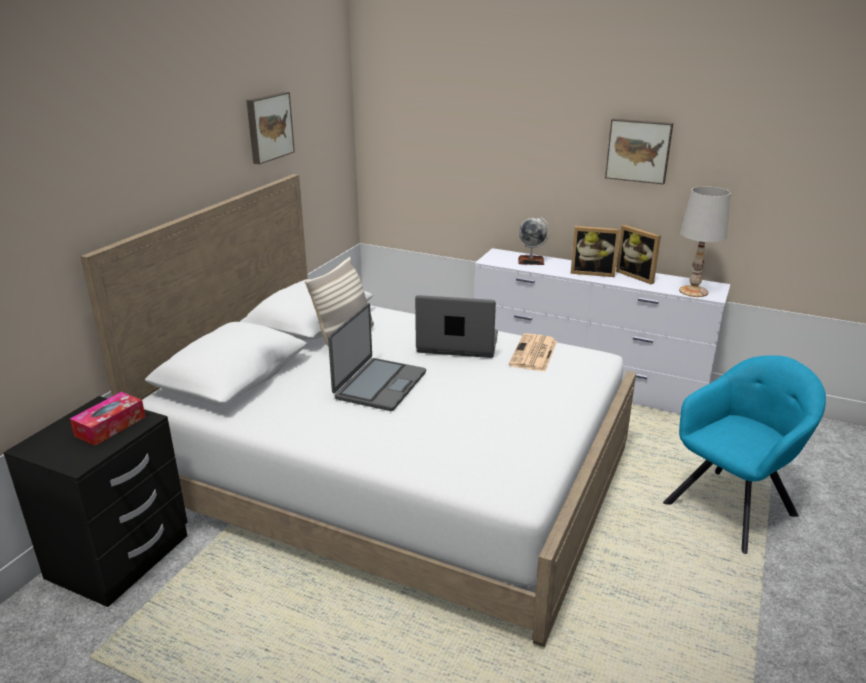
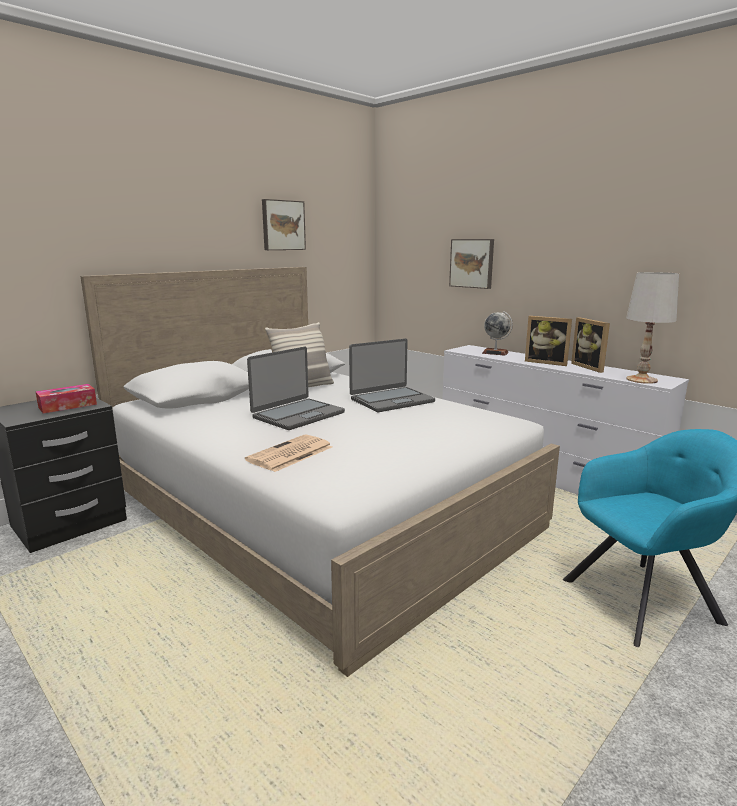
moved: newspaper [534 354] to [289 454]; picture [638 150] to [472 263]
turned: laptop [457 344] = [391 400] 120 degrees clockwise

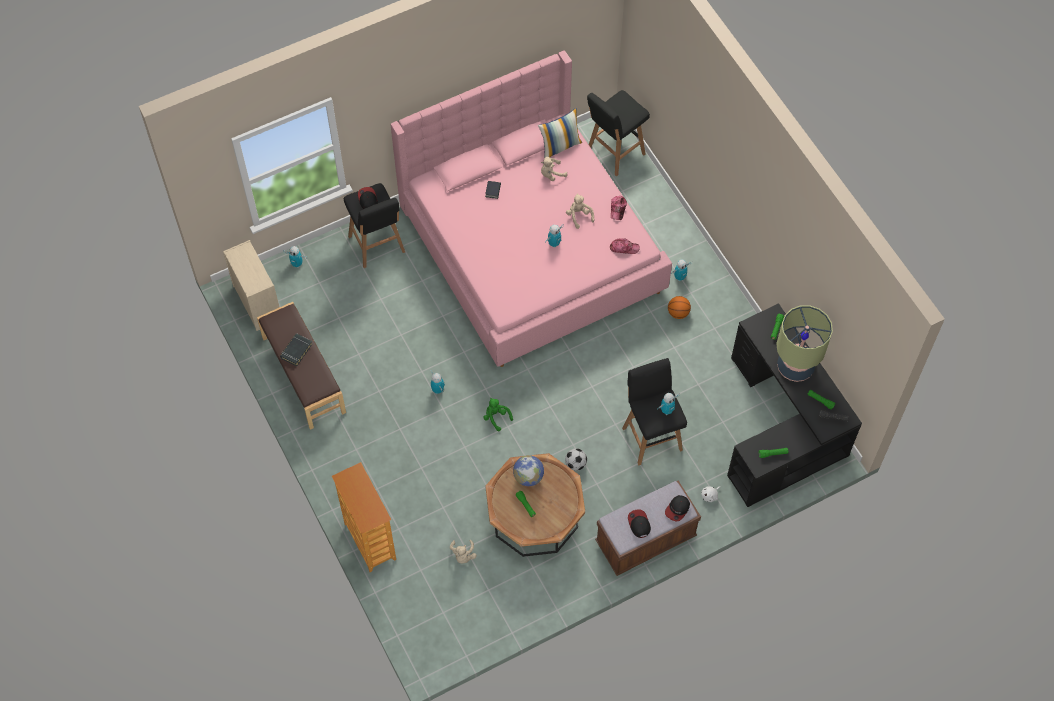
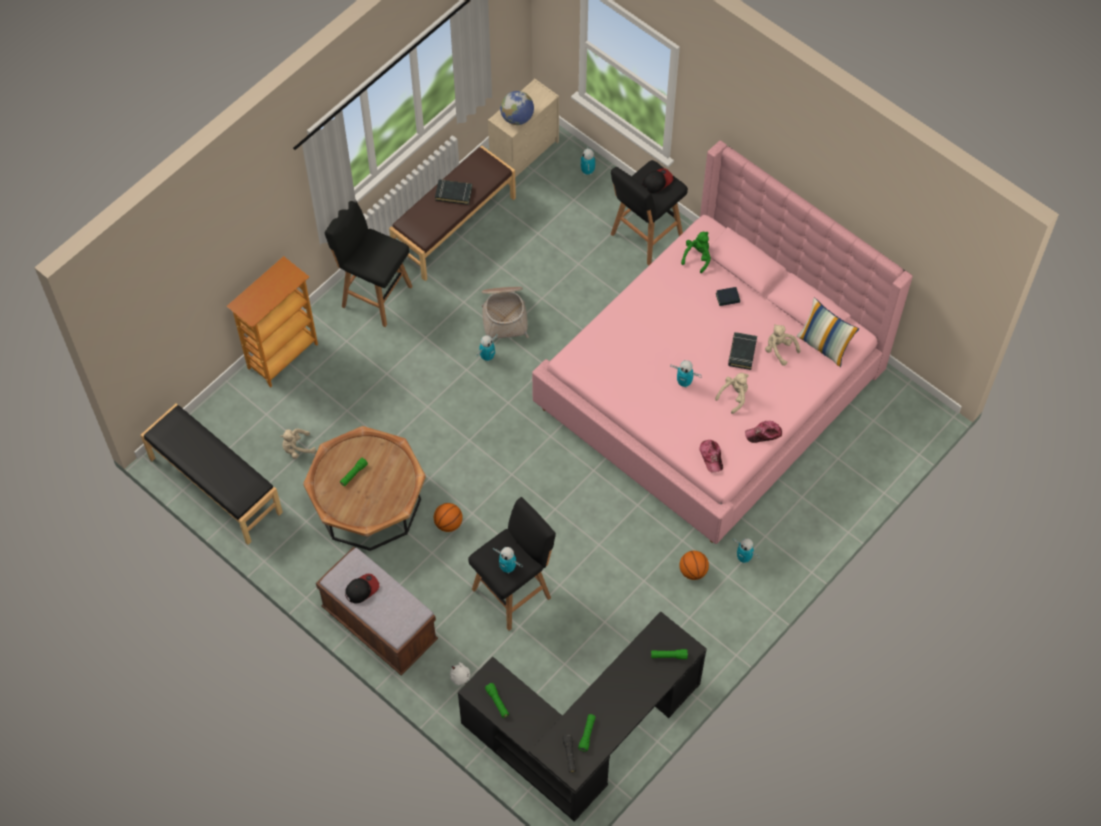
removed: cap [677 509]; table lamp [795 366]
added: bench/black [215 486]; basket [504 315]; book/black [742 352]
moved: stool/black [614 153] to [374 295]; globe [528 477] to [517 118]; plush toy/green [496 417] to [697 257]
replaced: football [575 464] to basketball [448 523]

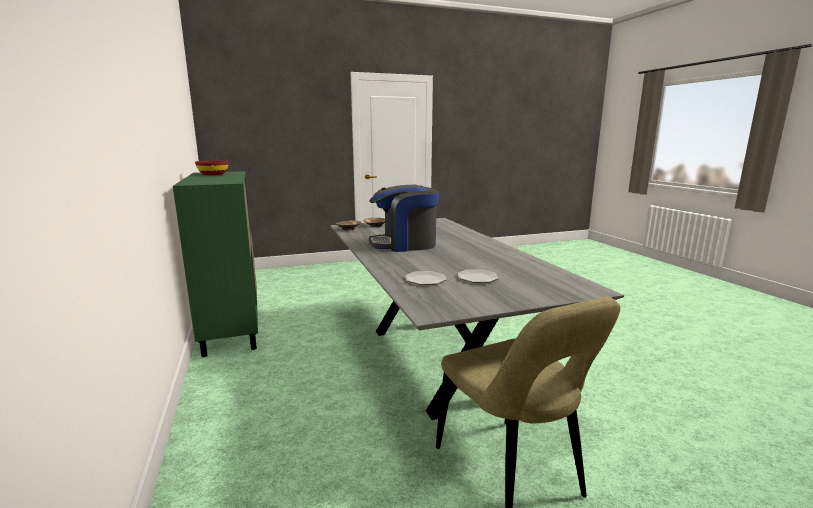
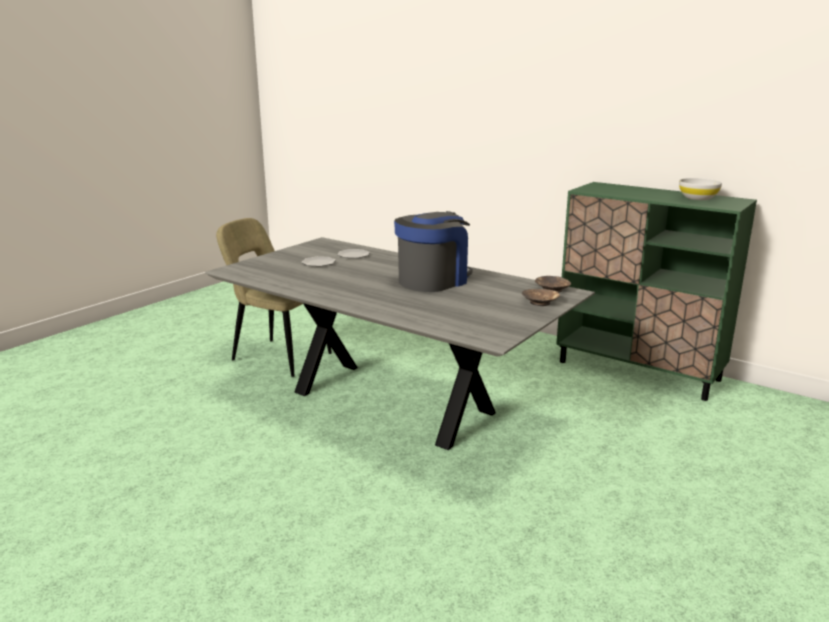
recoloured: bowl/red [213 174] to bowl/white [698 198]

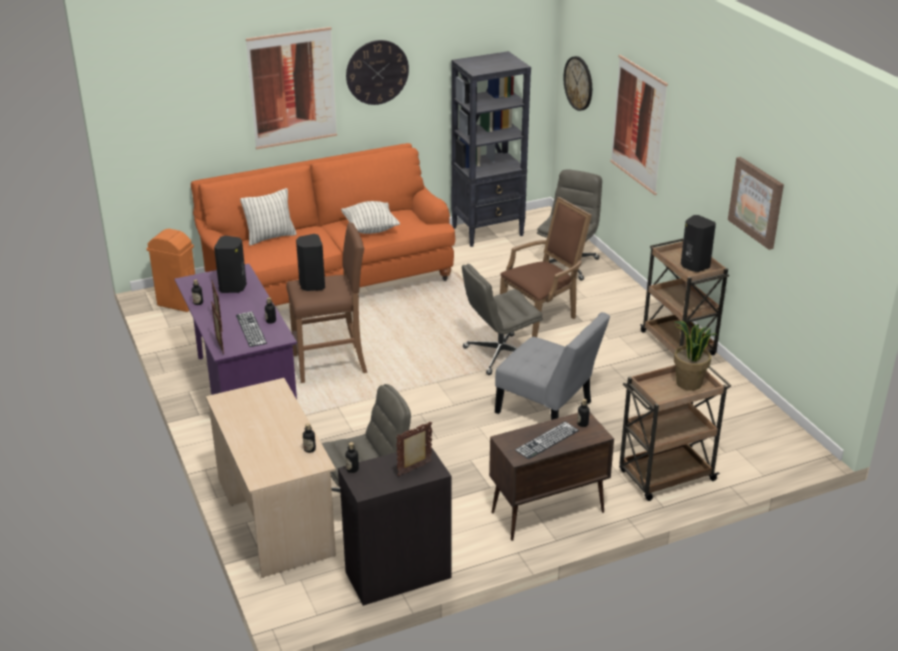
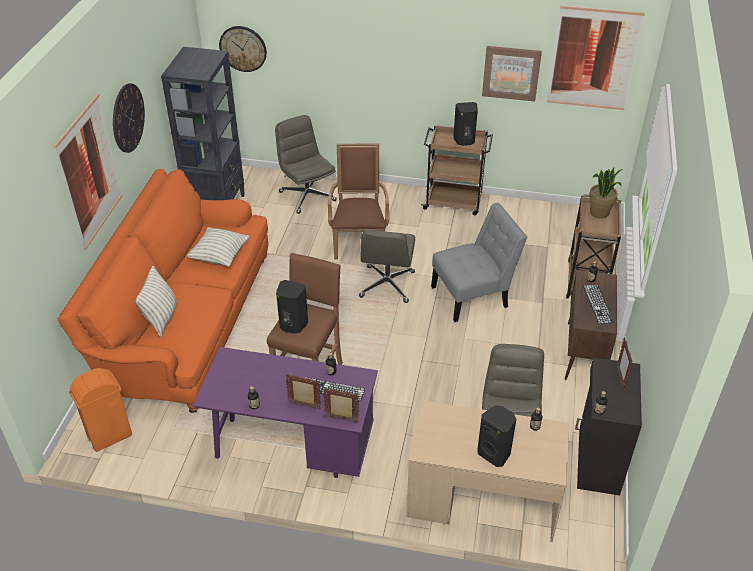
moved: speaker/black [233 287] to [495 453]; picture [638 124] to [593 58]

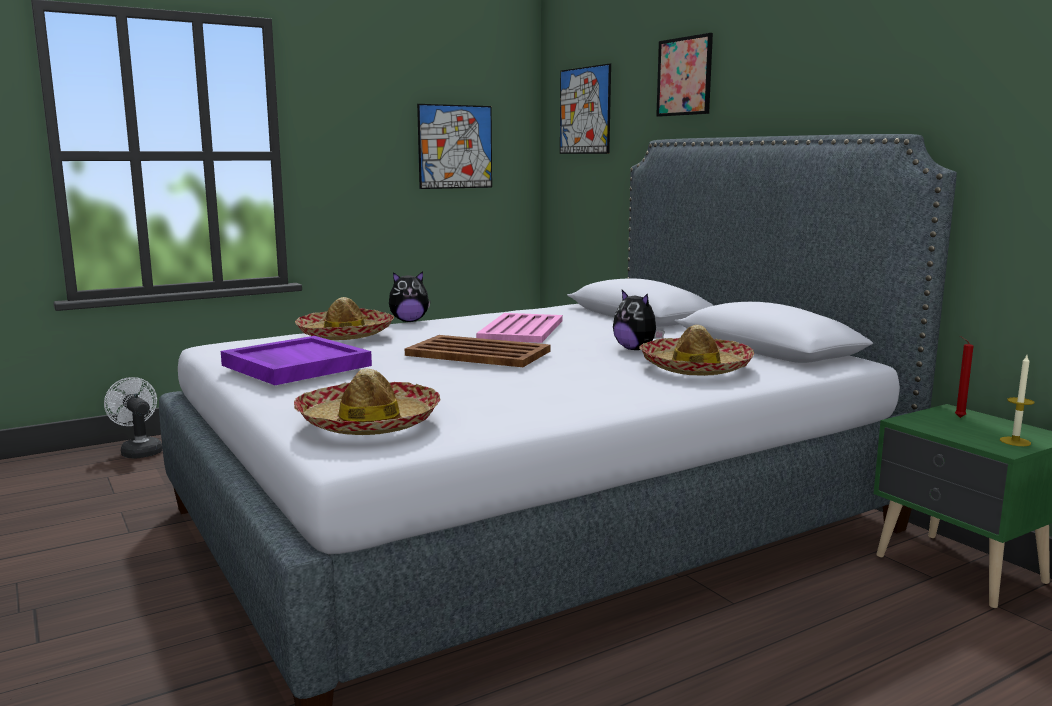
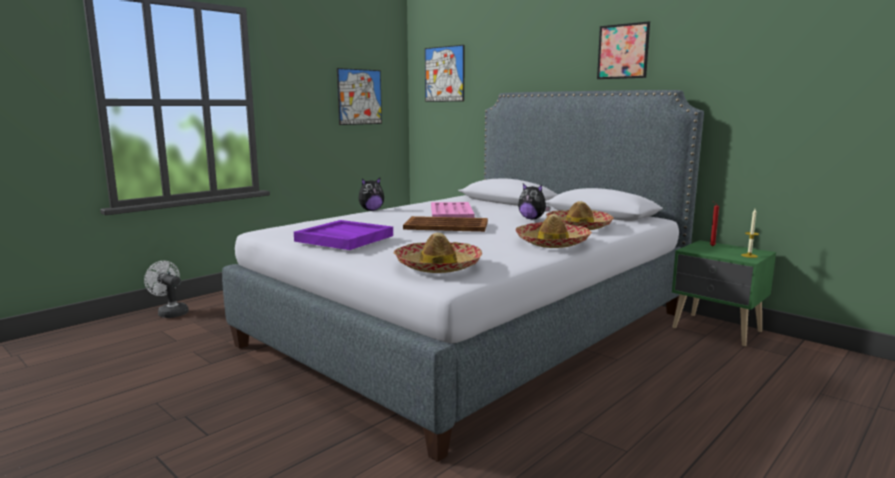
moved: hat [345 335] to [552 243]; picture [684 76] to [623 51]

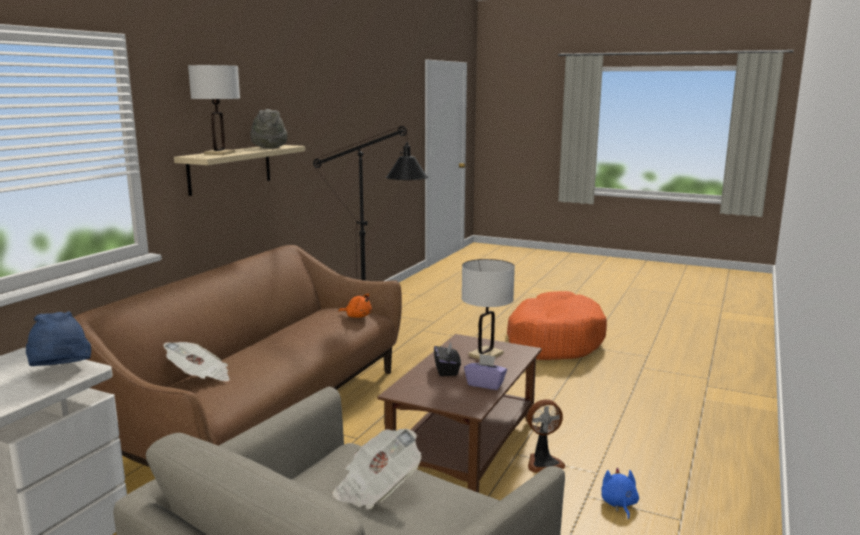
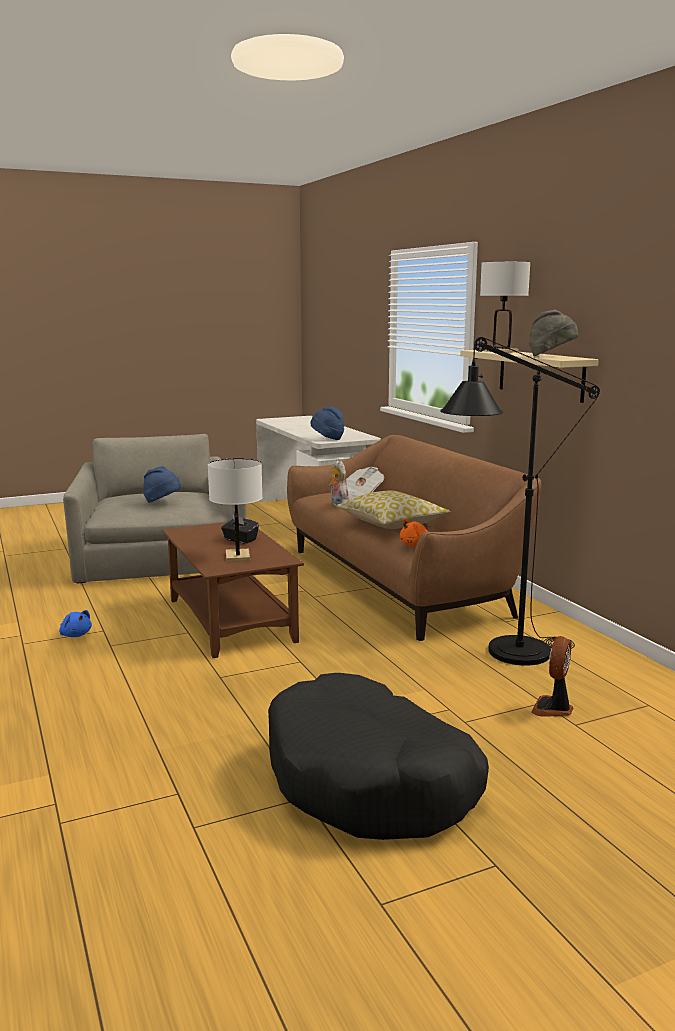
removed: tissue box/purple [485 384]
added: plush toy [337 504]; pillow [392 523]
moved: fan [543 462] to [553 709]
replaced: newspaper [376 488] to hat/blue [162 503]
recoloured: dog bed/orange [553 340] to dog bed/black [370 781]

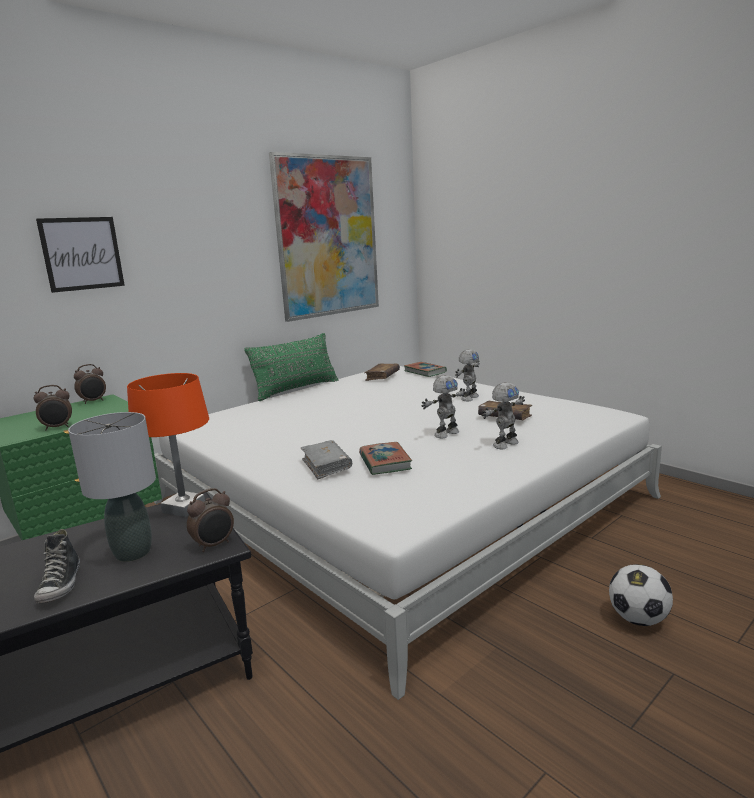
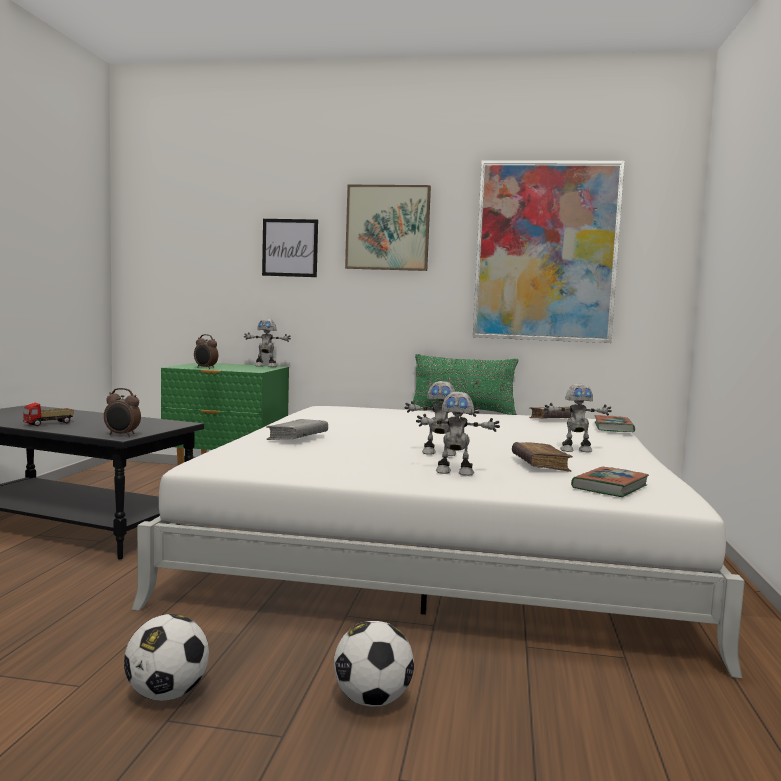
removed: table lamp/grey [133 552]; table lamp/orange [184 508]
added: football [167 694]; picture [387 228]
moved: book [385 462] to [610 487]
replaced: shoe [61 585] to toy truck [48 424]; alarm clock [93 401] to toy robot [266 366]

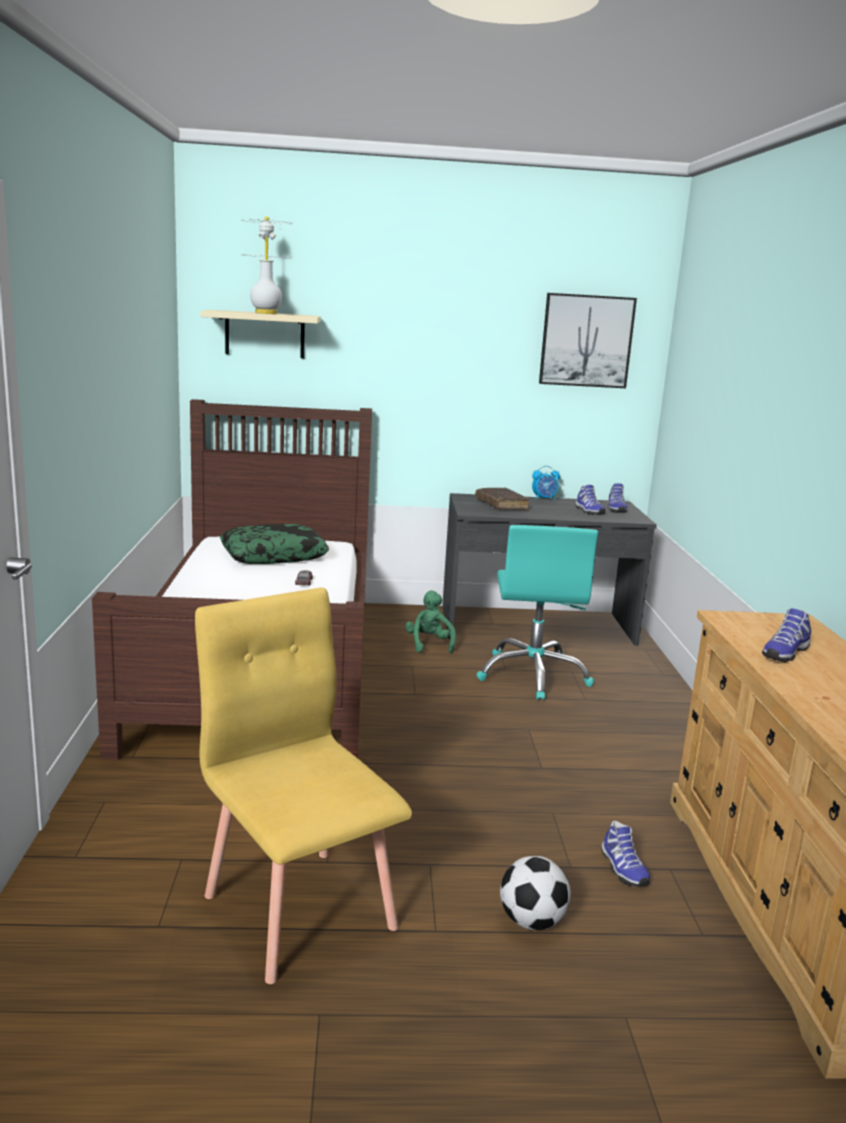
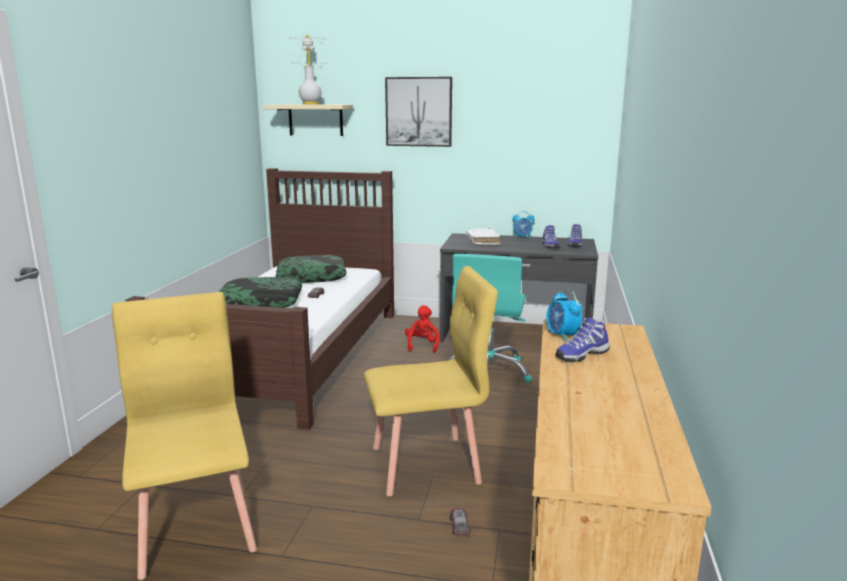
removed: football [532 922]
added: pillow [260 303]; chair/yellow [426 465]; alarm clock [562 336]
moved: picture [586 341] to [419 112]
replaced: shoe [622 869] to toy car [459 525]
recoloured: plush toy/green [429 644] to plush toy/red [422 346]; book/brown [501 505] to book/white [482 241]

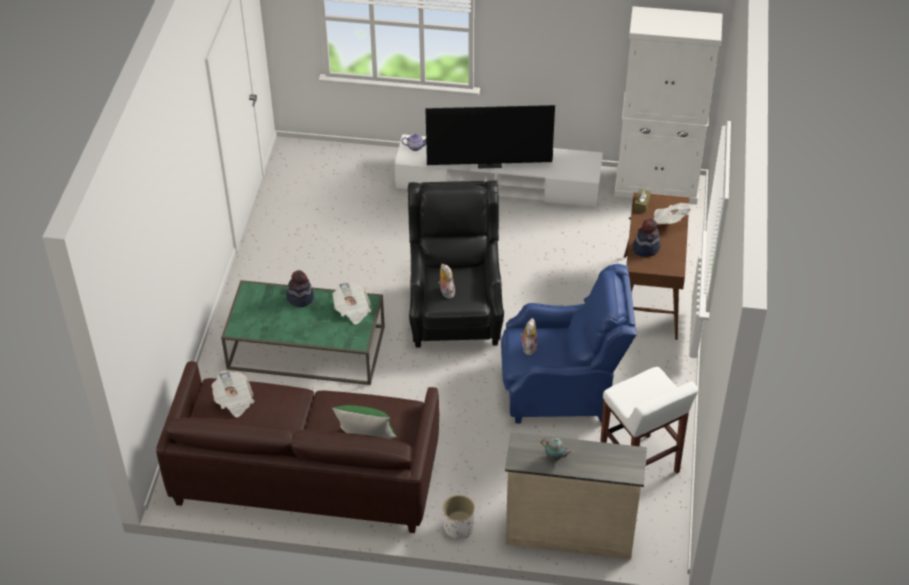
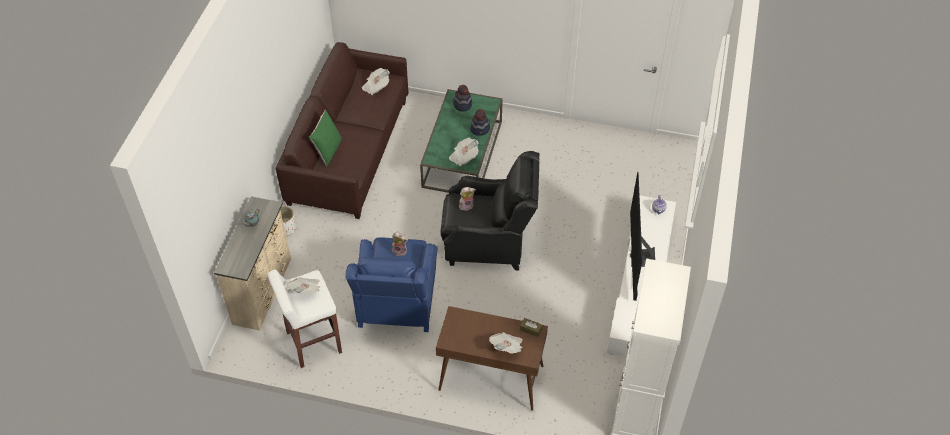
added: newspaper [306 290]
moved: hat [646 248] to [462 104]

